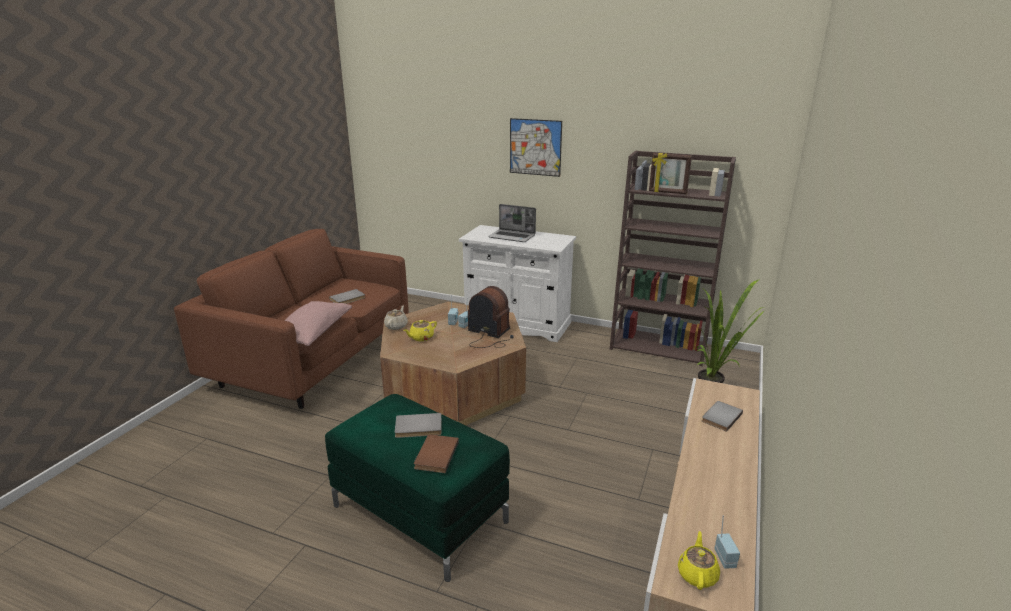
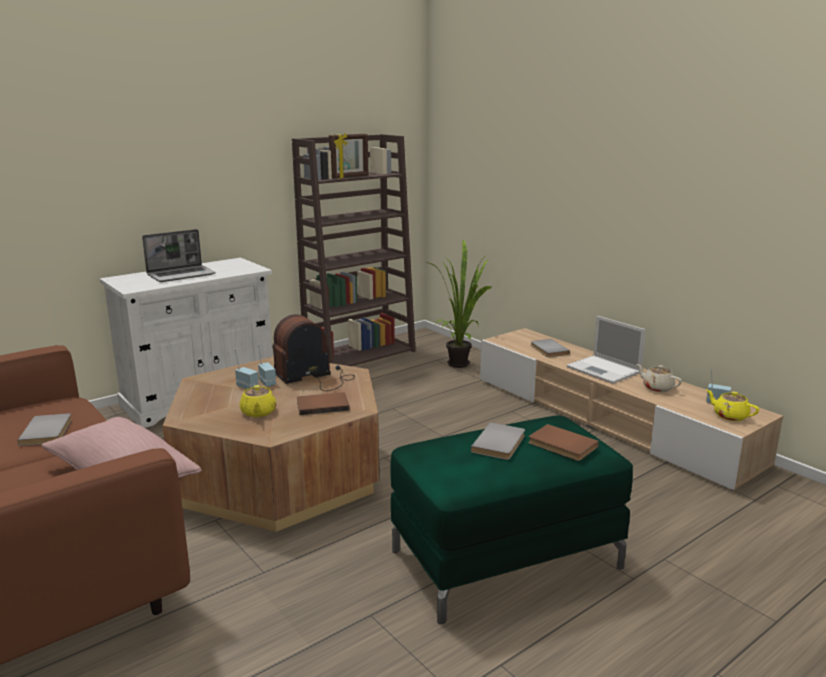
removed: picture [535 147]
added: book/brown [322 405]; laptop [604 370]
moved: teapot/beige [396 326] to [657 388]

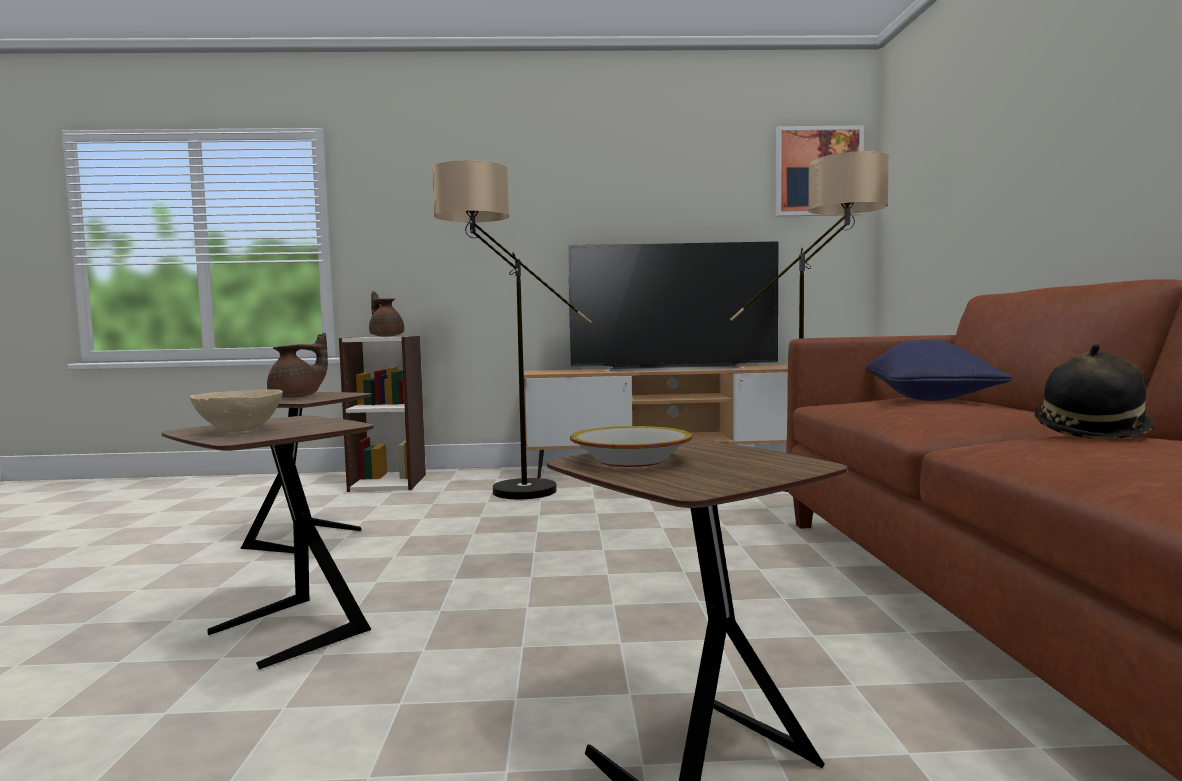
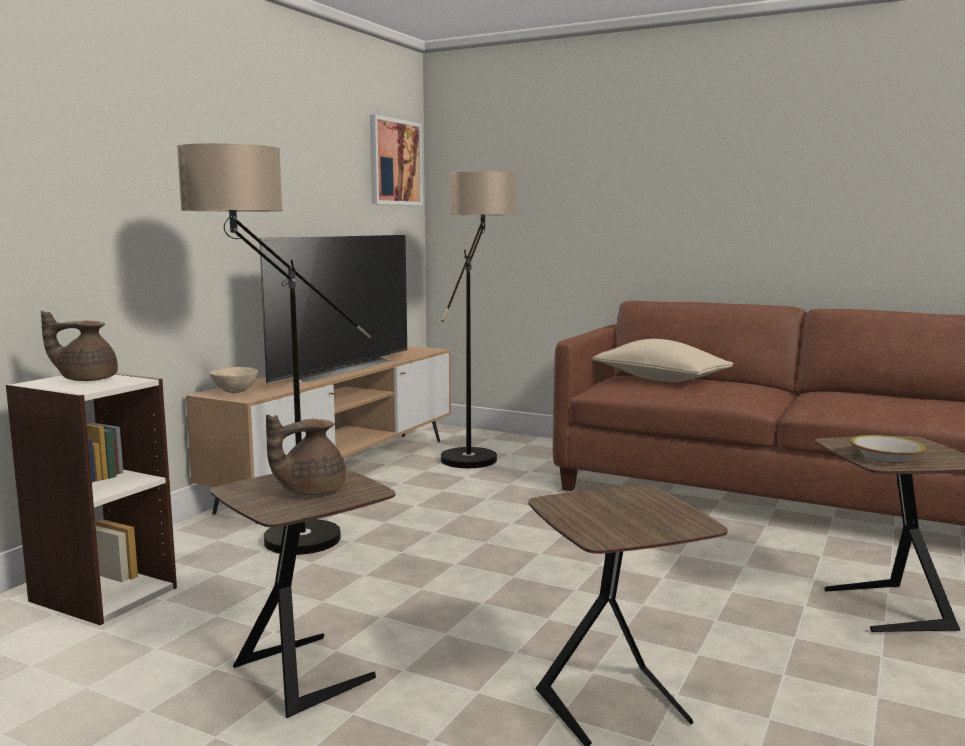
removed: hat [1090 432]
moved: bowl/beige [239 430] to [234 392]
recoloured: pillow/blue [928 399] to pillow/beige [660 379]
turned: teapot/brown [297 397] = [309 491] 120 degrees counterclockwise

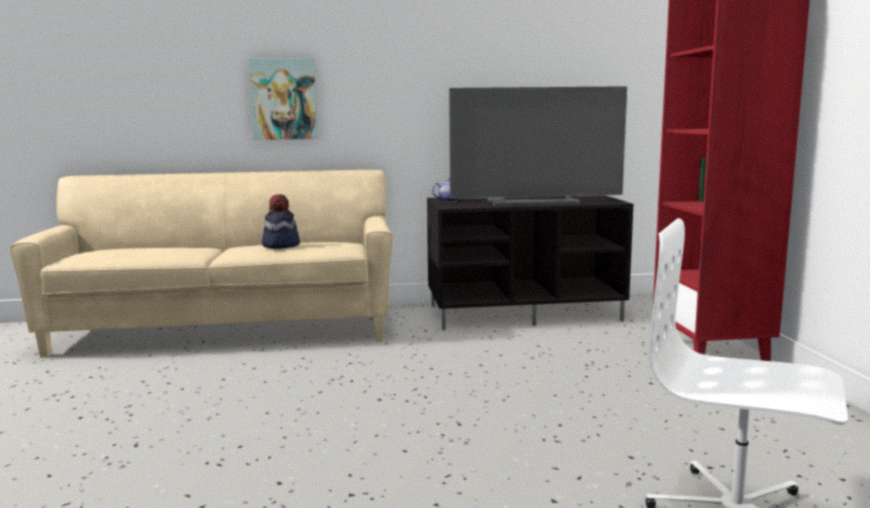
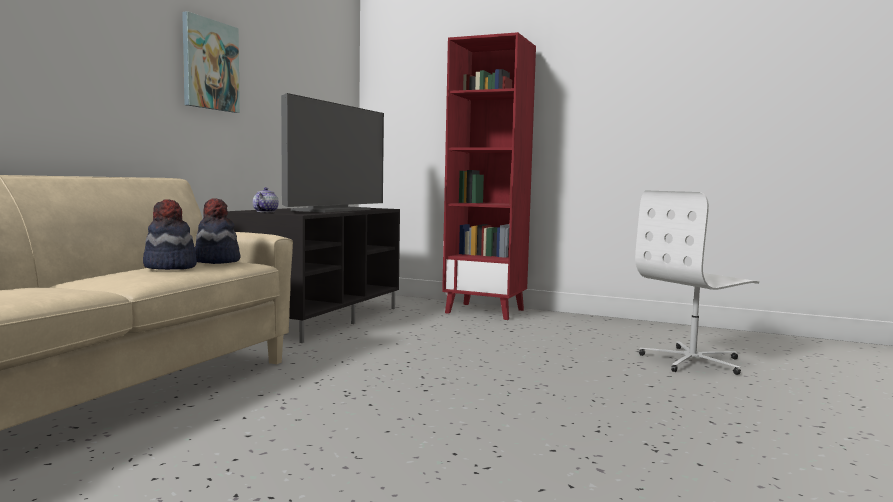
added: hat [216 261]
moved: picture [283 99] to [210 65]

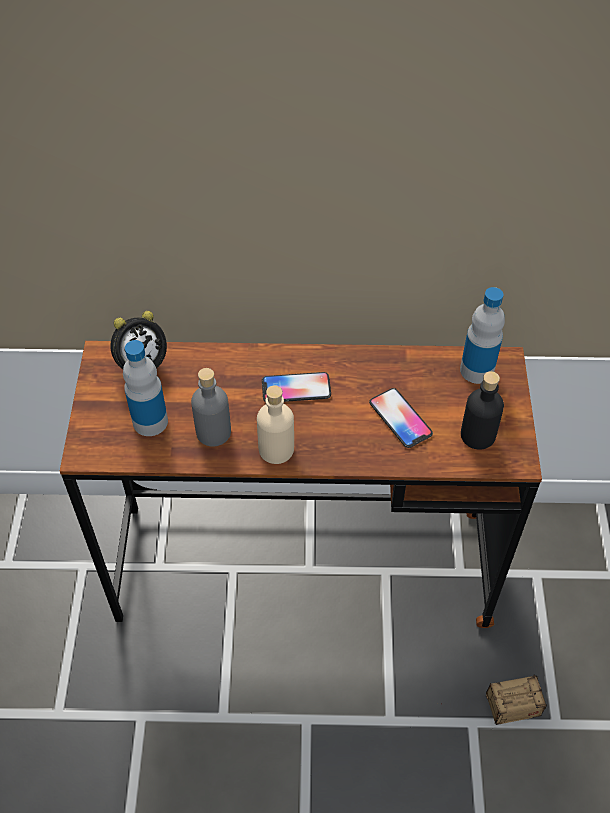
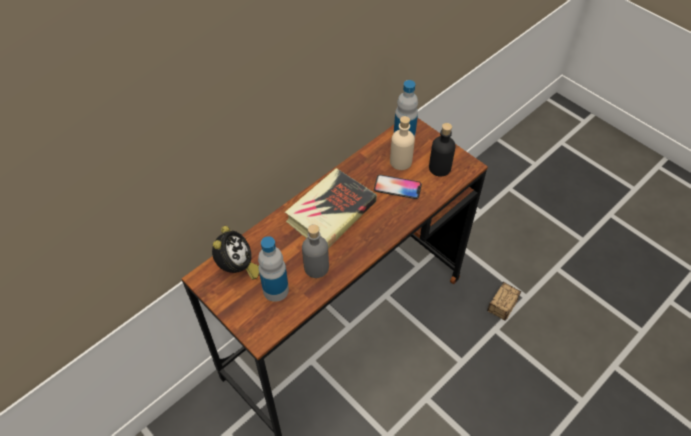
moved: bottle/beige [276 449] to [400 162]
replaced: phone [296 388] to book [331 212]

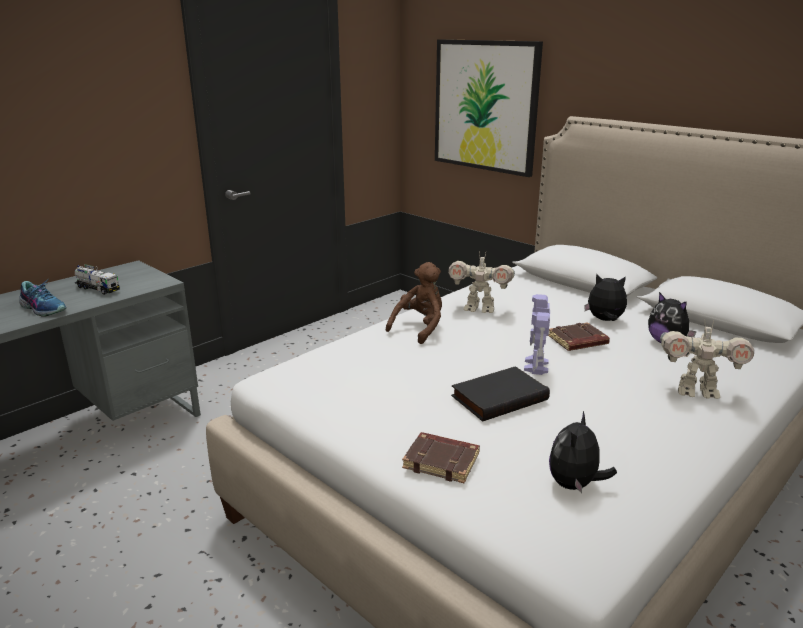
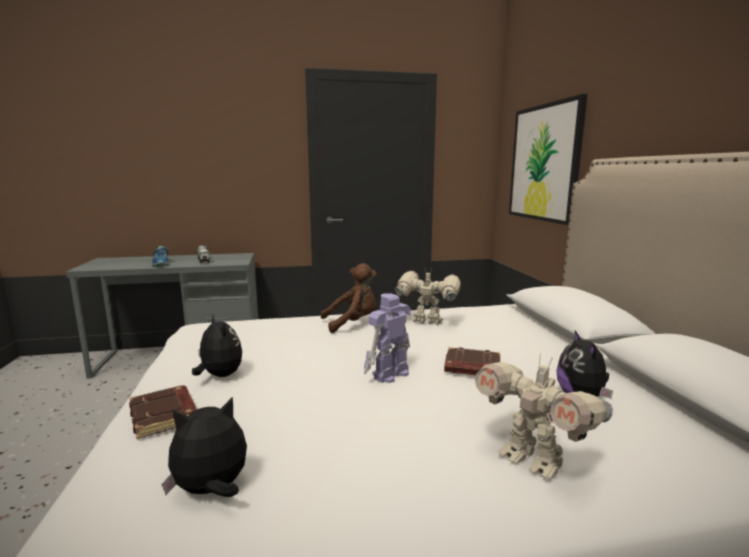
removed: book/black [498 397]
moved: plush toy [604 320] to [219 375]
turned: toy robot [479 309] = [427 323] 150 degrees clockwise

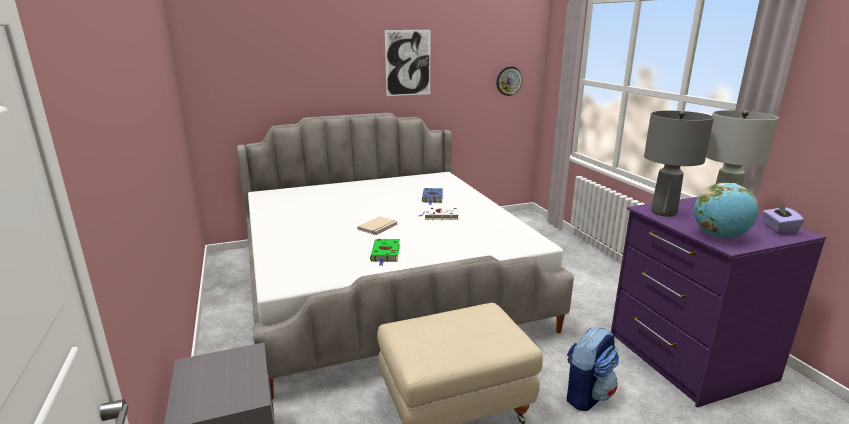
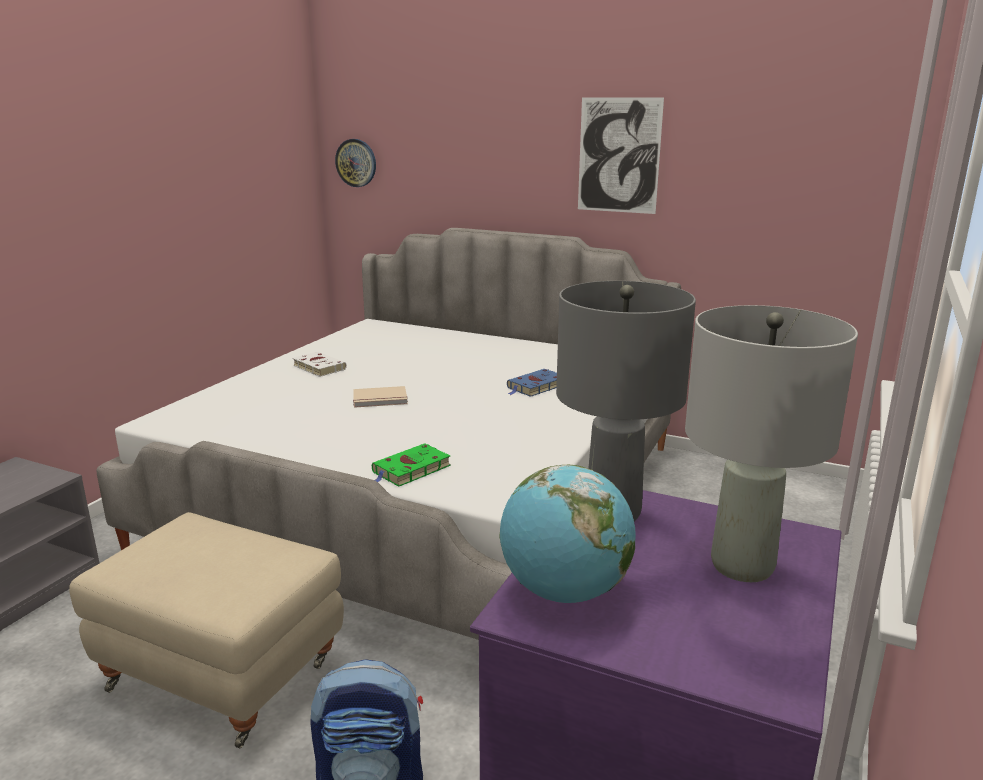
removed: tissue box/purple [778 229]
moved: book/white [440 216] to [318 367]; wall clock [509 81] to [356 163]; book/green [385 253] to [410 470]

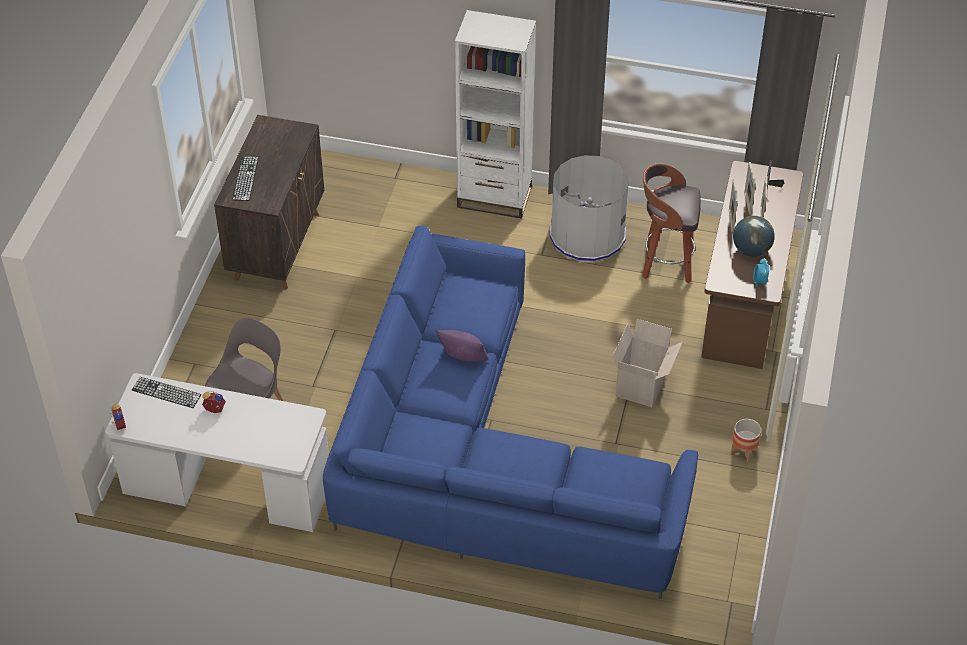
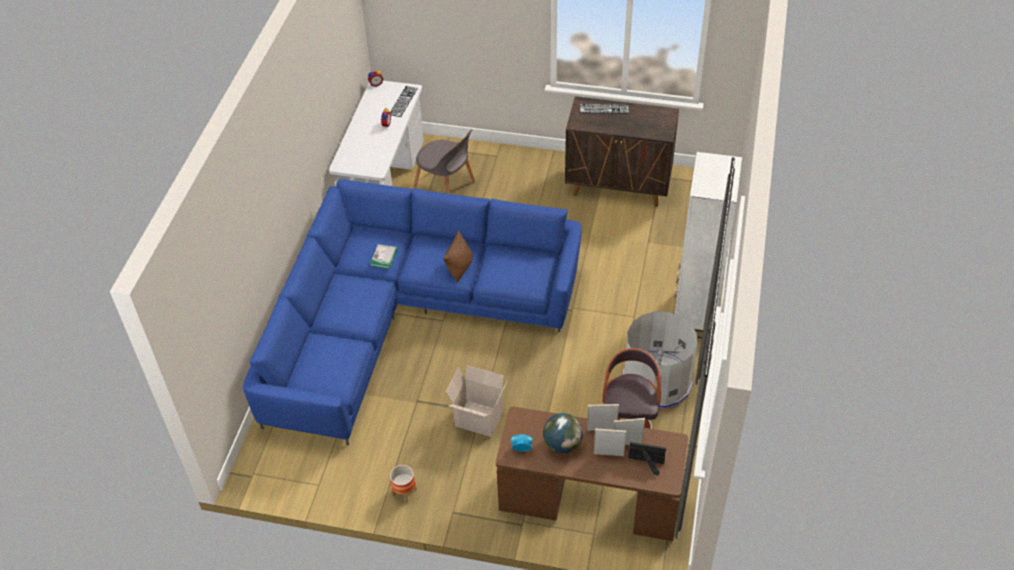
added: book [384 257]
recoloured: pillow/purple [463 358] to pillow/brown [459 267]

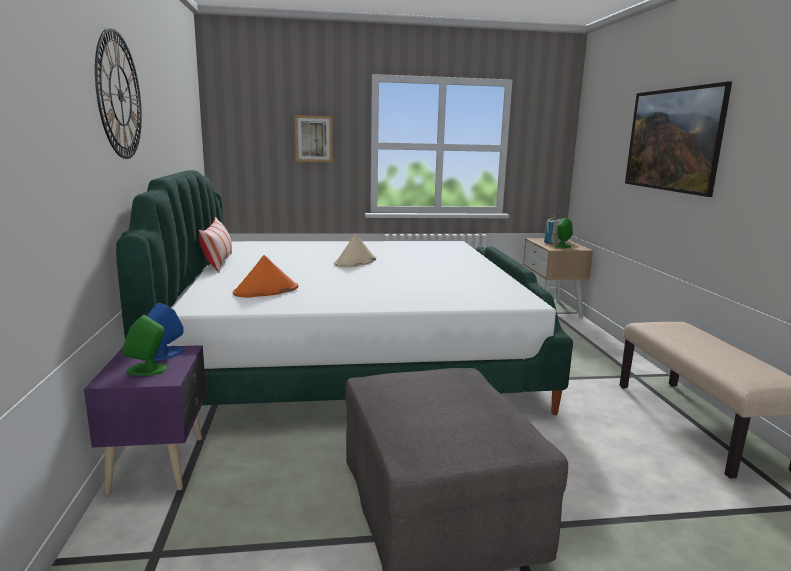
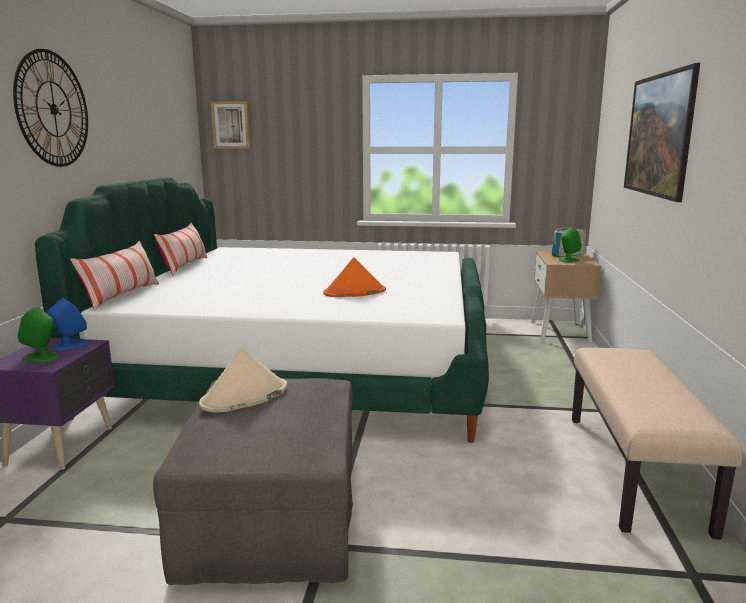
added: pillow [122 296]
moved: hat/beige [355 262] to [244 396]; picture [313 139] to [231 125]; hat/orange [266 291] to [354 292]

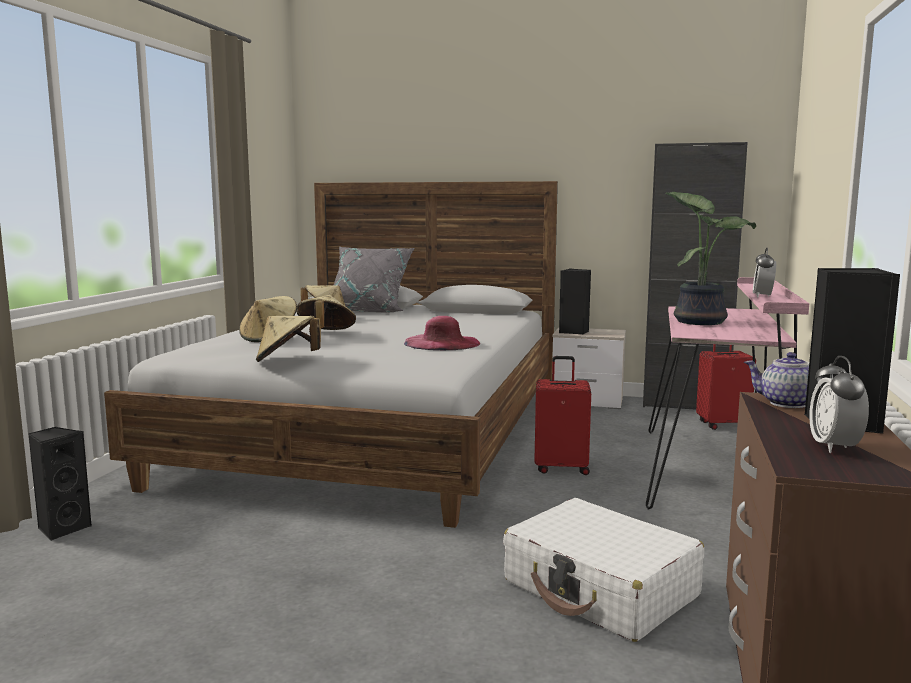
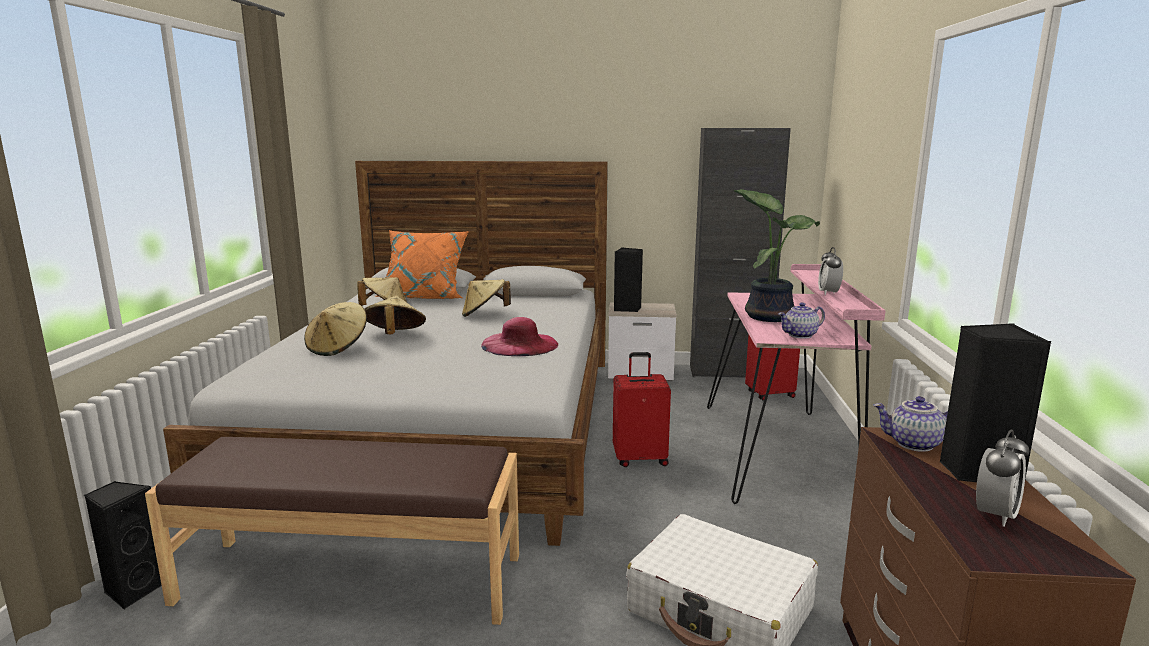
added: bench/brown [352 578]; teapot [800 335]
moved: hat/beige [287 360] to [484 314]
recoloured: pillow/grey [368 310] to pillow/orange [425 296]
turned: alarm clock [834 447] = [995 515] 135 degrees counterclockwise

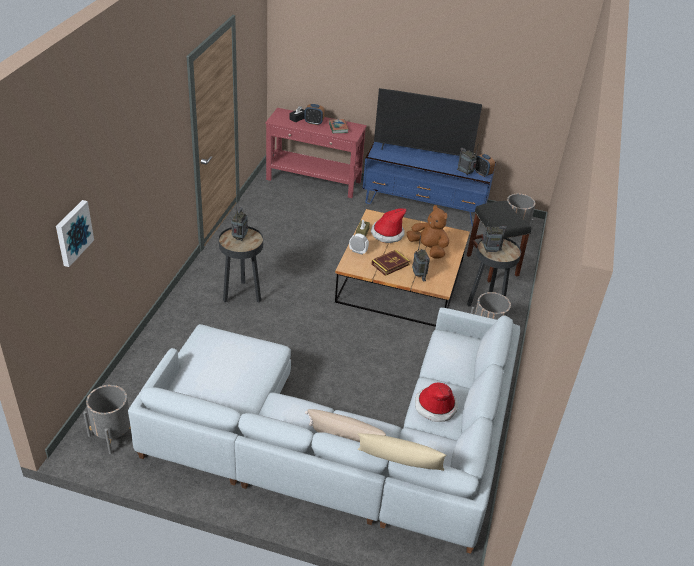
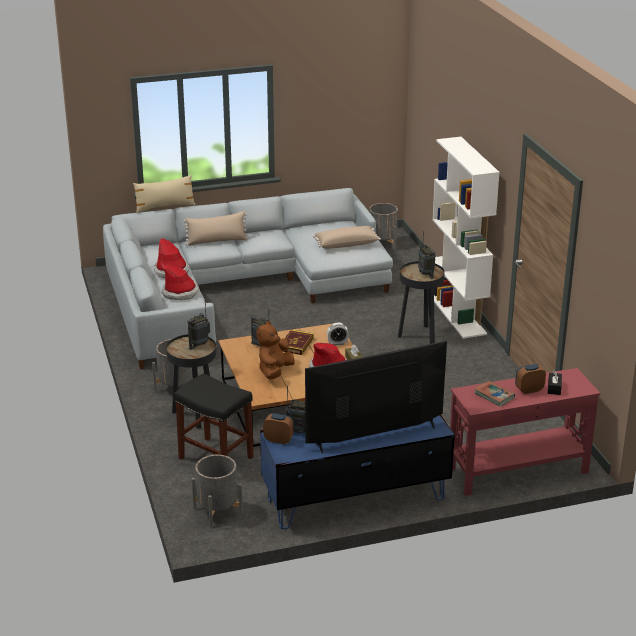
removed: picture [73 232]
added: hat [180 293]; pillow/beige [346 244]; bookcase/white [457 314]
turned: plush toy/brown [428 249] = [275 371] 105 degrees clockwise

